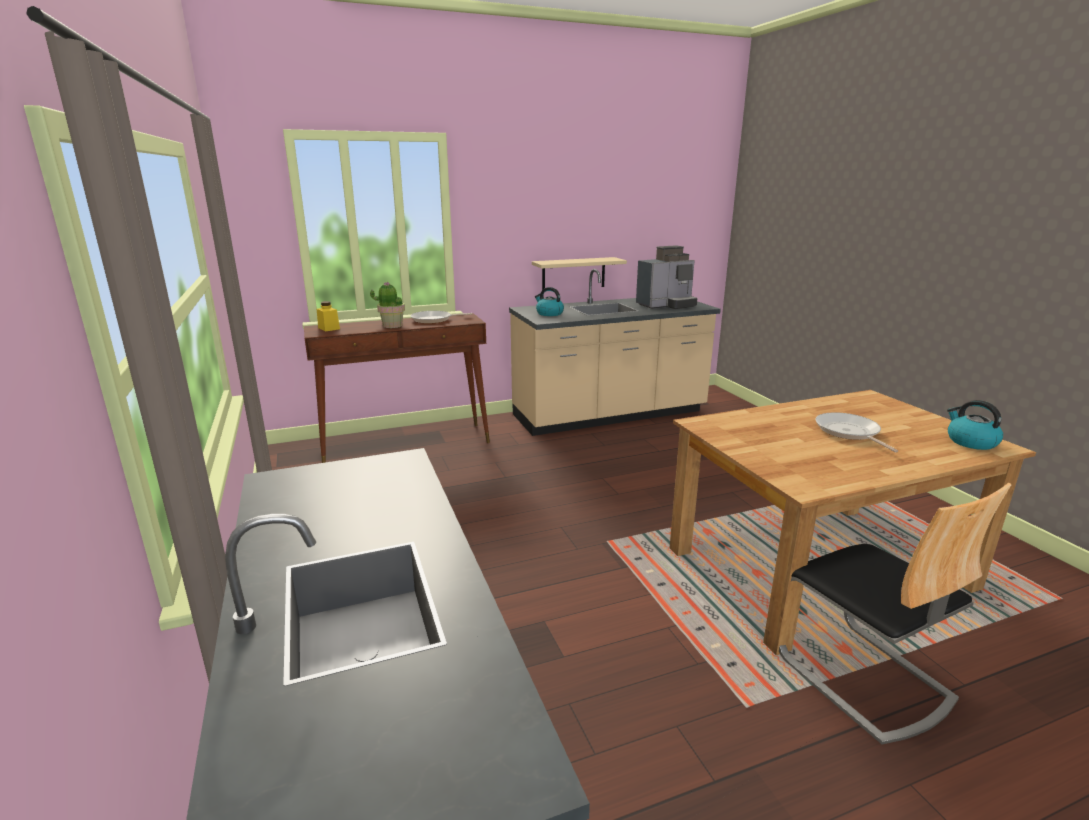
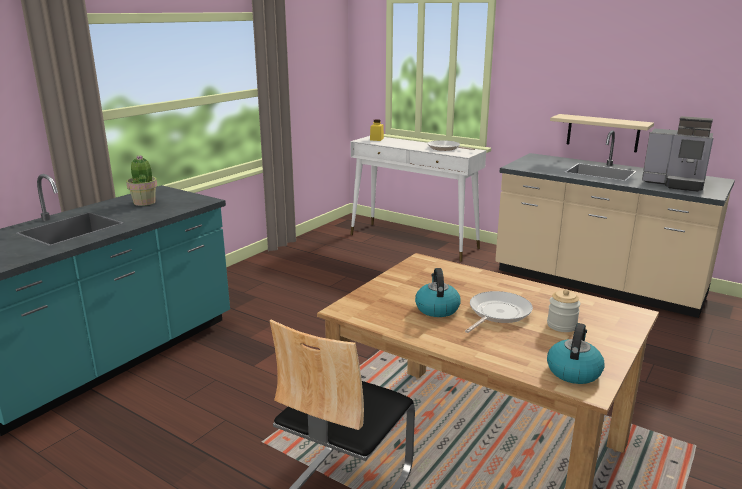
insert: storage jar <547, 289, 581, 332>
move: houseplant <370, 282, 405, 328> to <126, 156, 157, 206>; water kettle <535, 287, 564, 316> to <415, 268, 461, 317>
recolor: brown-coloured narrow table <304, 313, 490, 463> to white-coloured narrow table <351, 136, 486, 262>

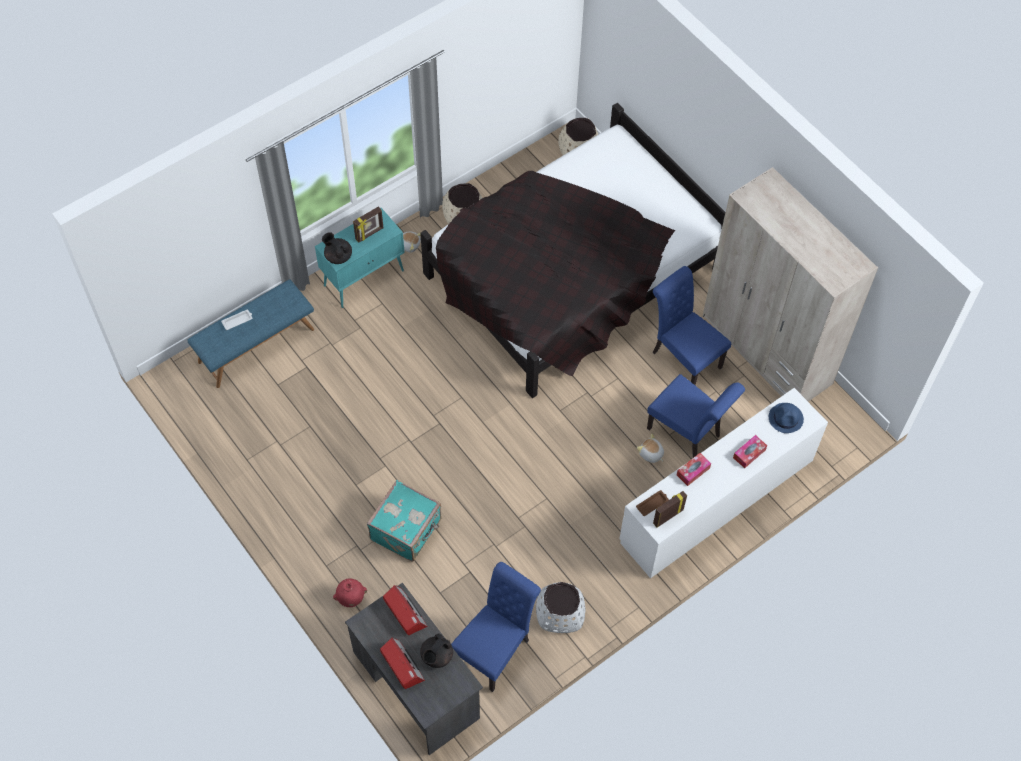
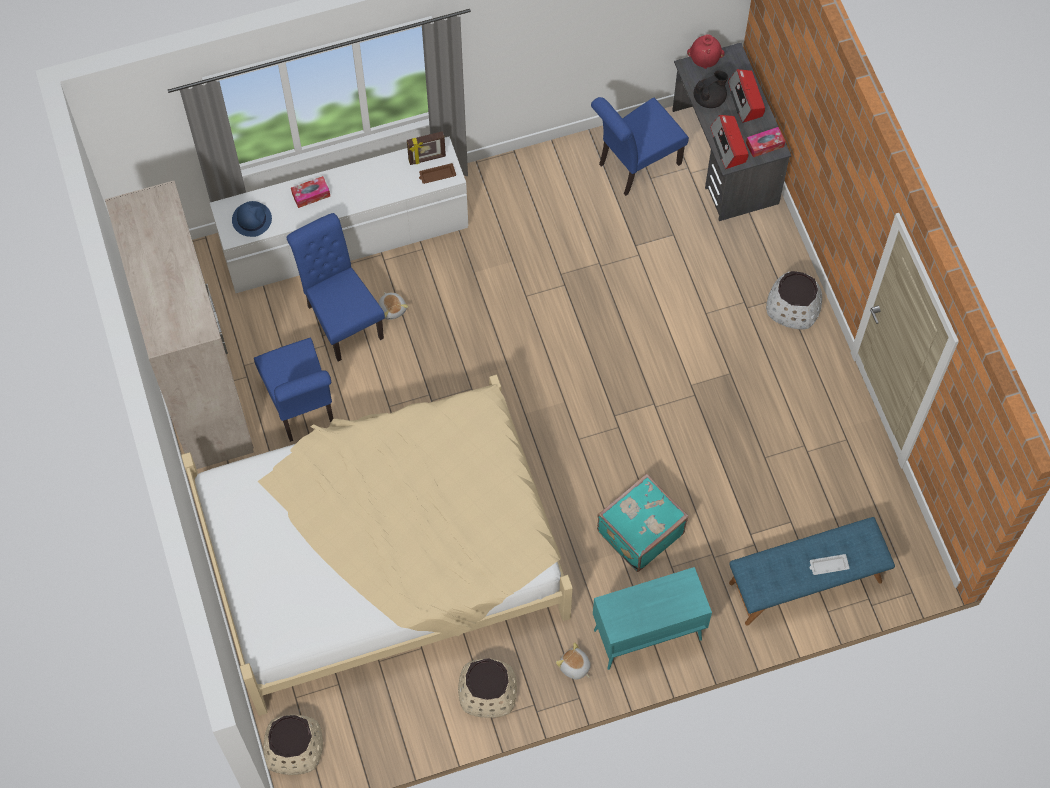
delete: blackish tea pot <322, 232, 352, 264>; photo frame <353, 206, 383, 243>
move: red vase <333, 578, 367, 607> to <687, 34, 725, 69>; blue-green travel case <367, 480, 441, 562> to <597, 474, 689, 572>; white-coloured planter <536, 582, 585, 633> to <766, 271, 822, 330>; tissue box <677, 453, 711, 486> to <746, 127, 785, 157>
recolor: blackish sleeping bed <420, 103, 725, 398> to beige sleeping bed <181, 375, 573, 716>

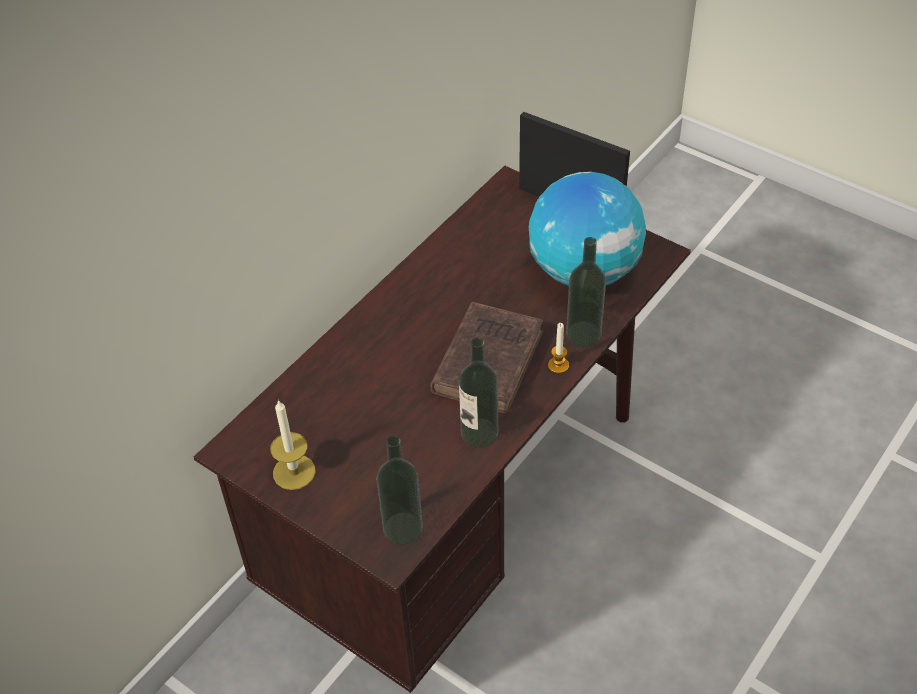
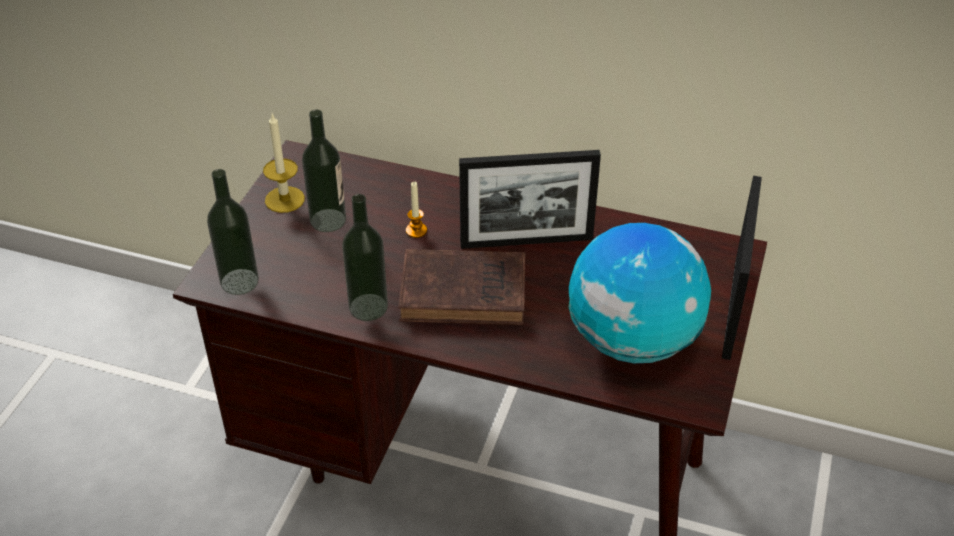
insert: photo frame <459, 150, 601, 249>
move: candle <548, 323, 569, 374> to <406, 181, 427, 238>; bottle <566, 237, 606, 347> to <302, 109, 346, 232>

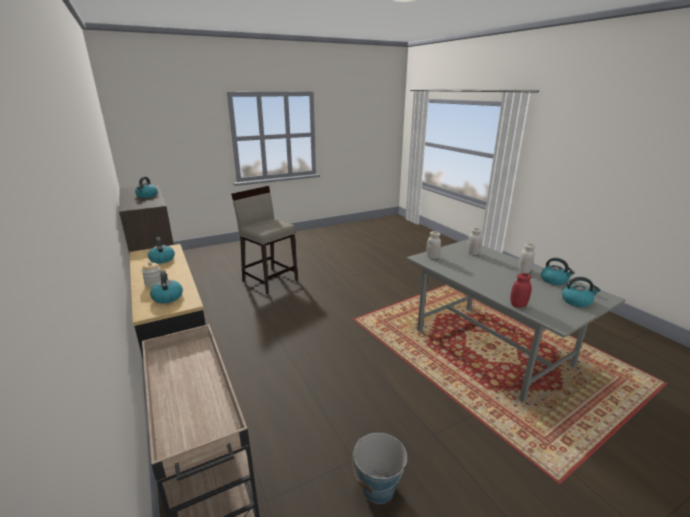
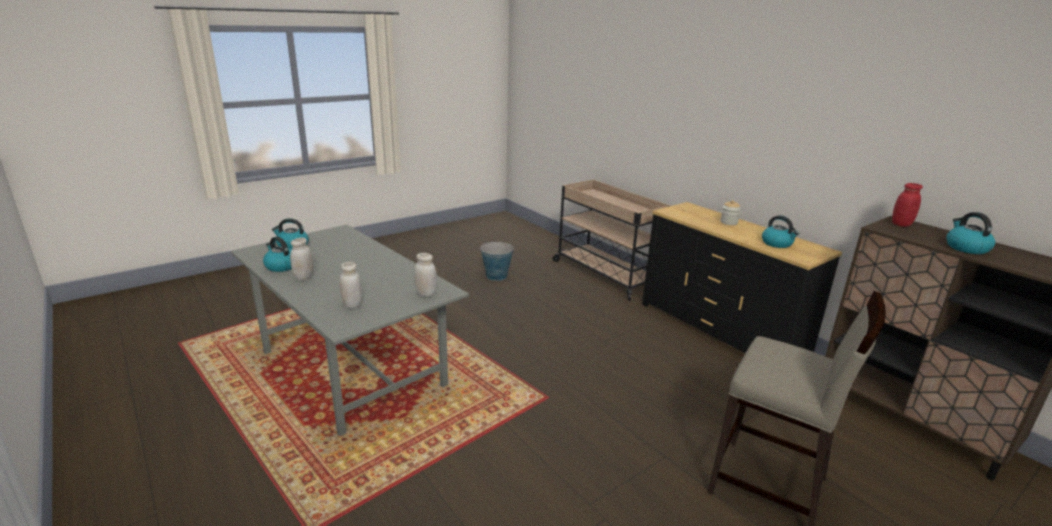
delete: water kettle <150, 271, 183, 303>
move: red storage jar <510, 273, 532, 308> to <892, 183, 923, 227>

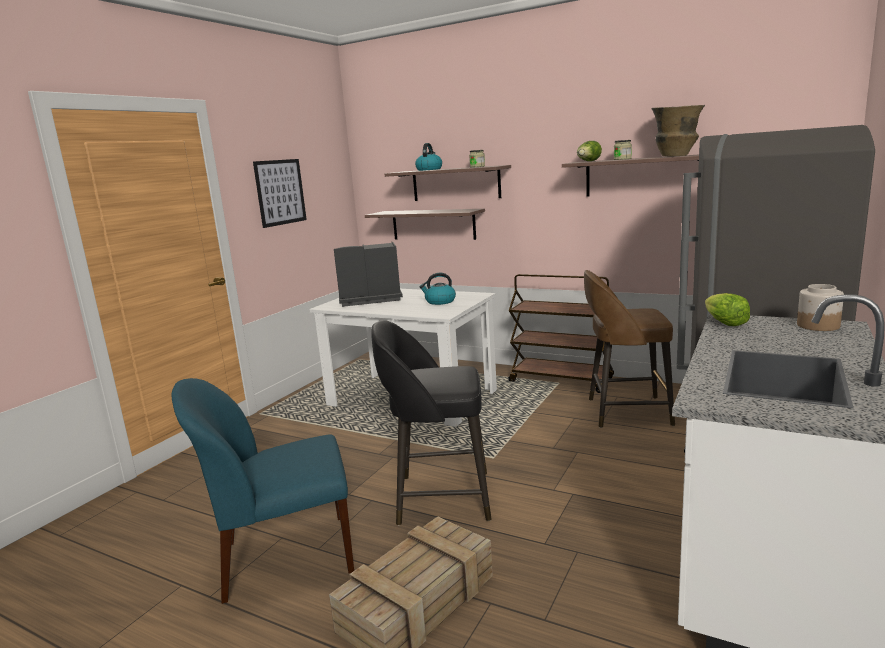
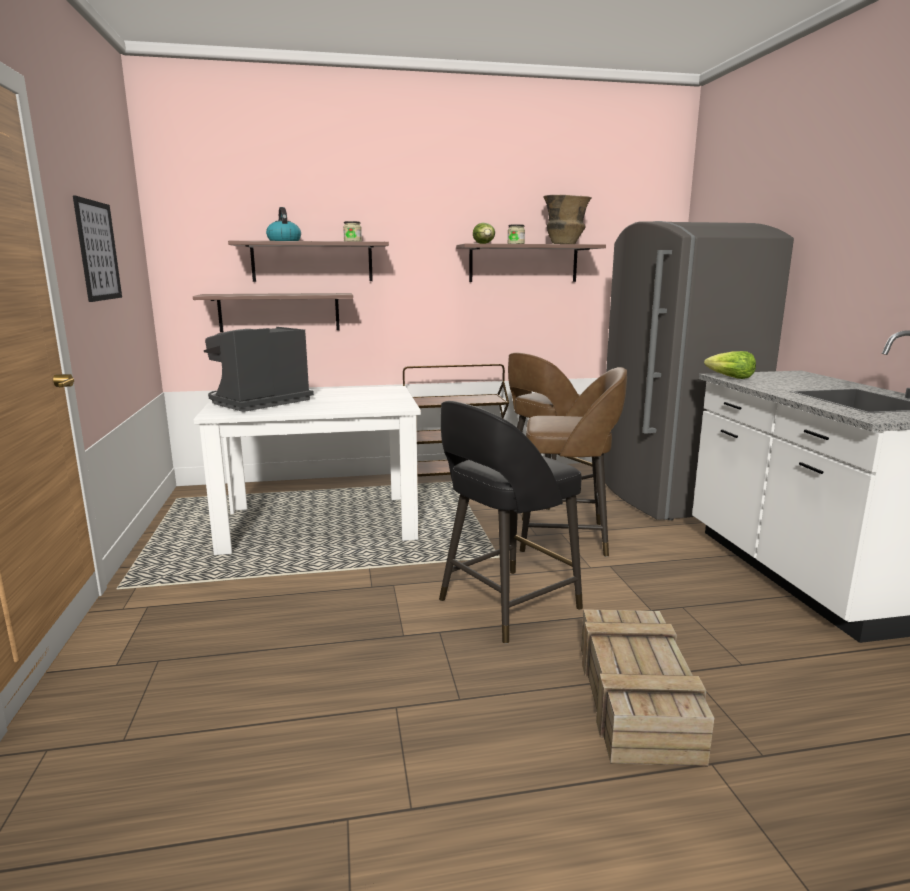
delete: blue upright chair <171, 378, 354, 604>; water kettle <419, 273, 456, 305>; storage jar <797, 284, 844, 331>
insert: brown-coloured stool seat <520, 367, 627, 557>

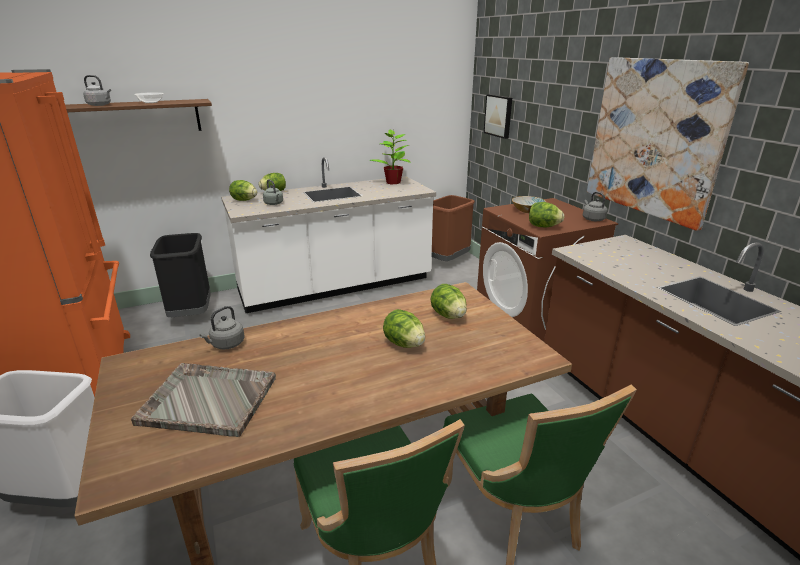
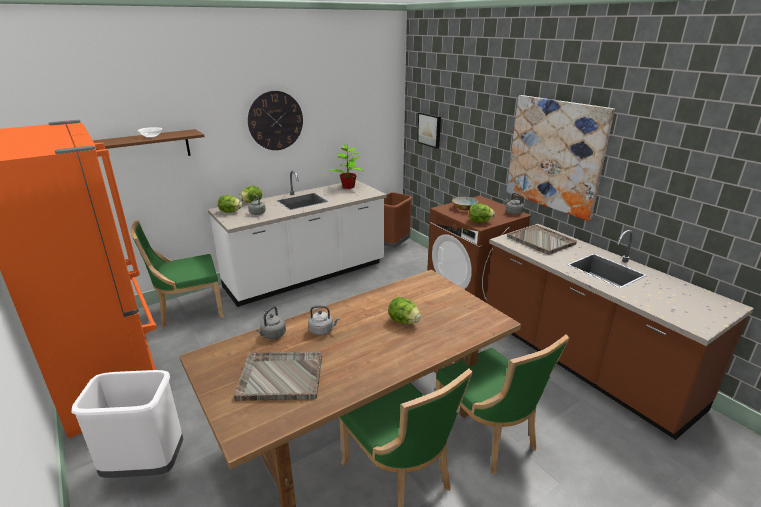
delete: lettuce head <430, 284, 467, 319>
insert: wall clock <248, 91, 303, 150>; gray serving tray <507, 225, 577, 255>
move: gray water kettle <83, 75, 111, 106> to <308, 305, 340, 335>
replace: blackish trash can <150, 233, 211, 317> to green-coloured upright chair <131, 220, 224, 328>

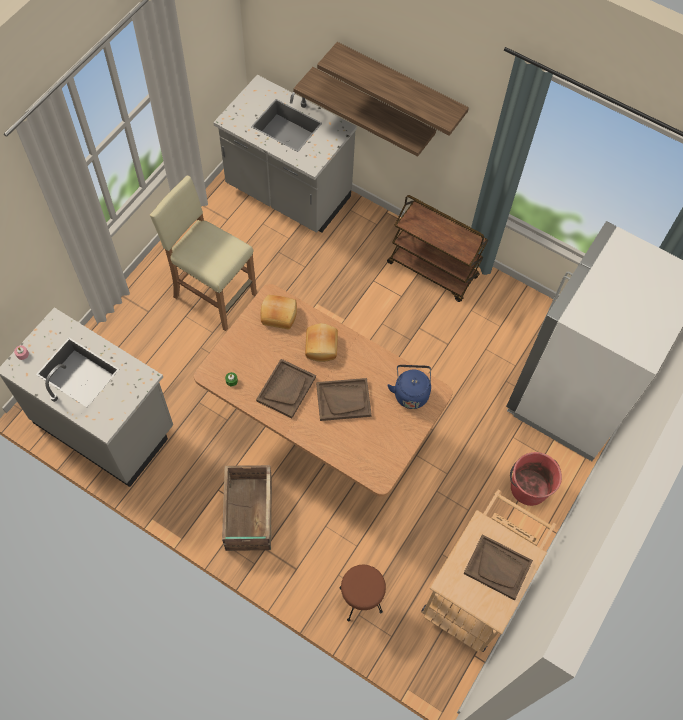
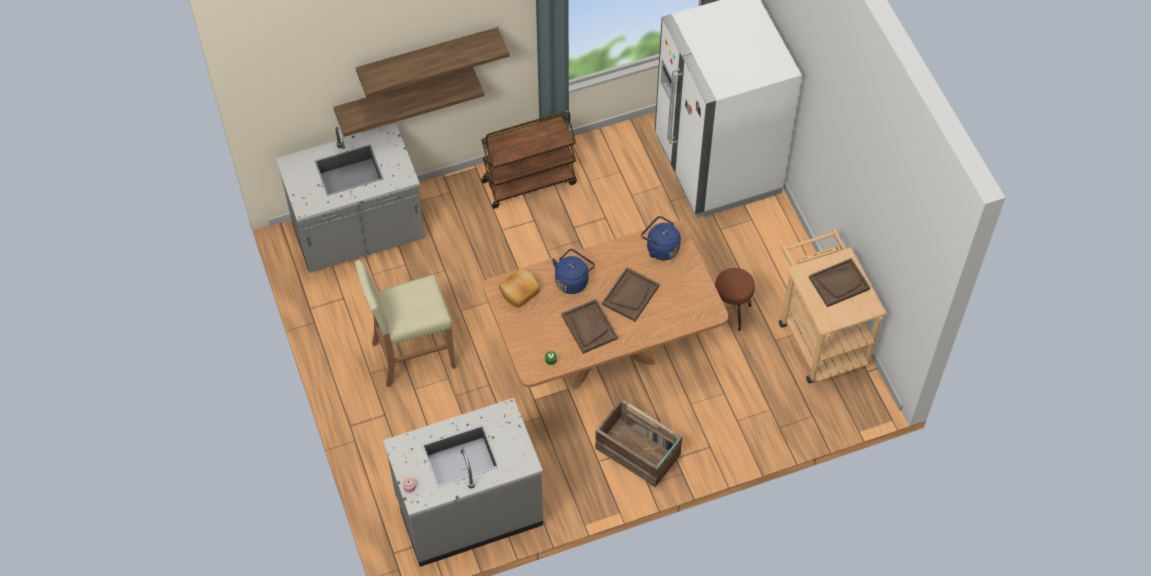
delete: red bucket <510, 452, 562, 506>
move: brown-coloured stool seat <340, 565, 386, 621> to <715, 268, 755, 331>
replace: bakery bread <305, 323, 338, 362> to blue water kettle <552, 249, 595, 294>

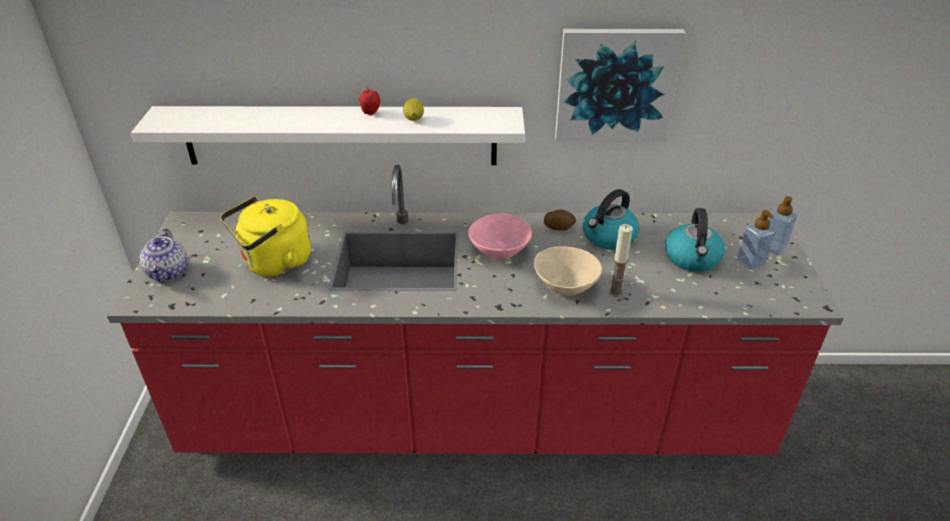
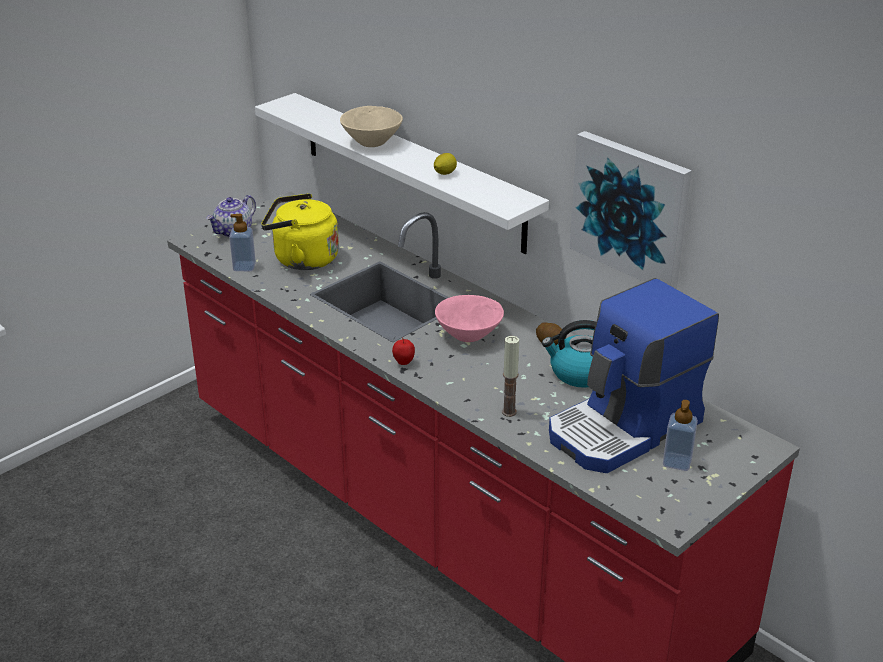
move: whole apple <359, 87, 380, 115> to <392, 337, 415, 365>; beige deep dish <534, 246, 602, 296> to <340, 106, 403, 147>; soap bottle <768, 196, 797, 255> to <229, 214, 256, 271>
replace: water kettle <665, 208, 725, 272> to coffee maker <549, 278, 719, 473>

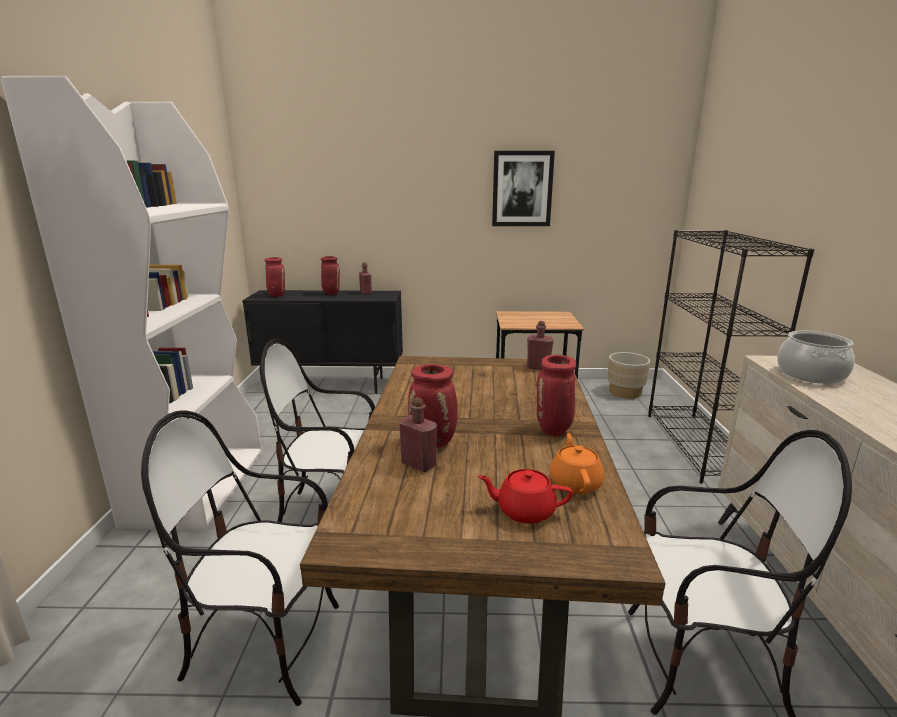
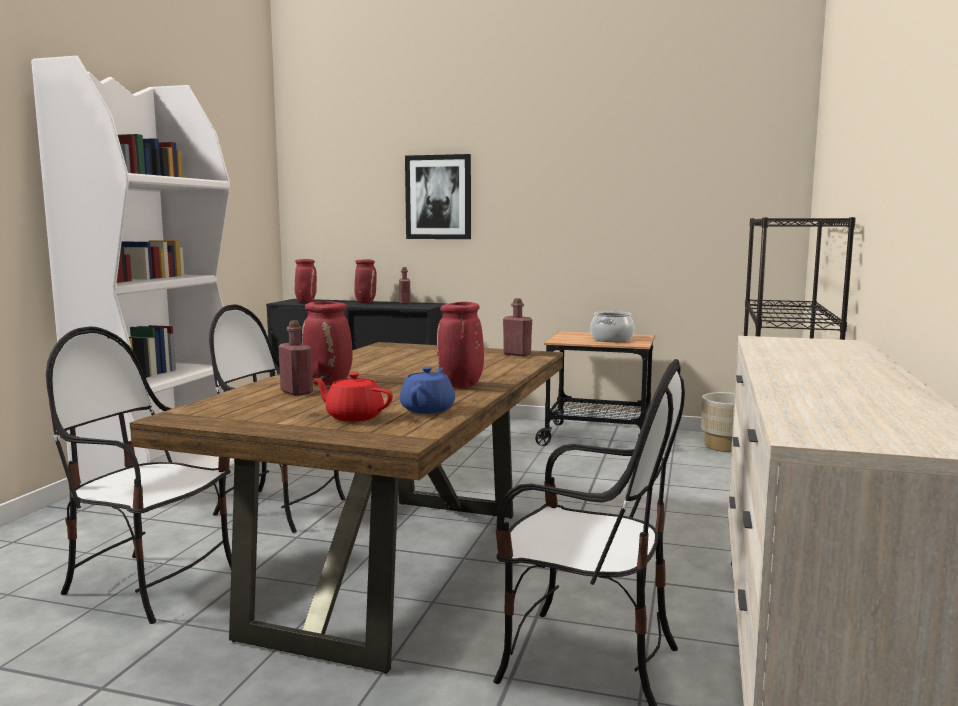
move: wall picture <492, 151, 555, 226> to <405, 154, 471, 239>; saucepot <777, 331, 855, 384> to <590, 311, 634, 342>
recolor: orange-coloured tea pot <549, 433, 604, 494> to blue tea pot <400, 367, 455, 414>

